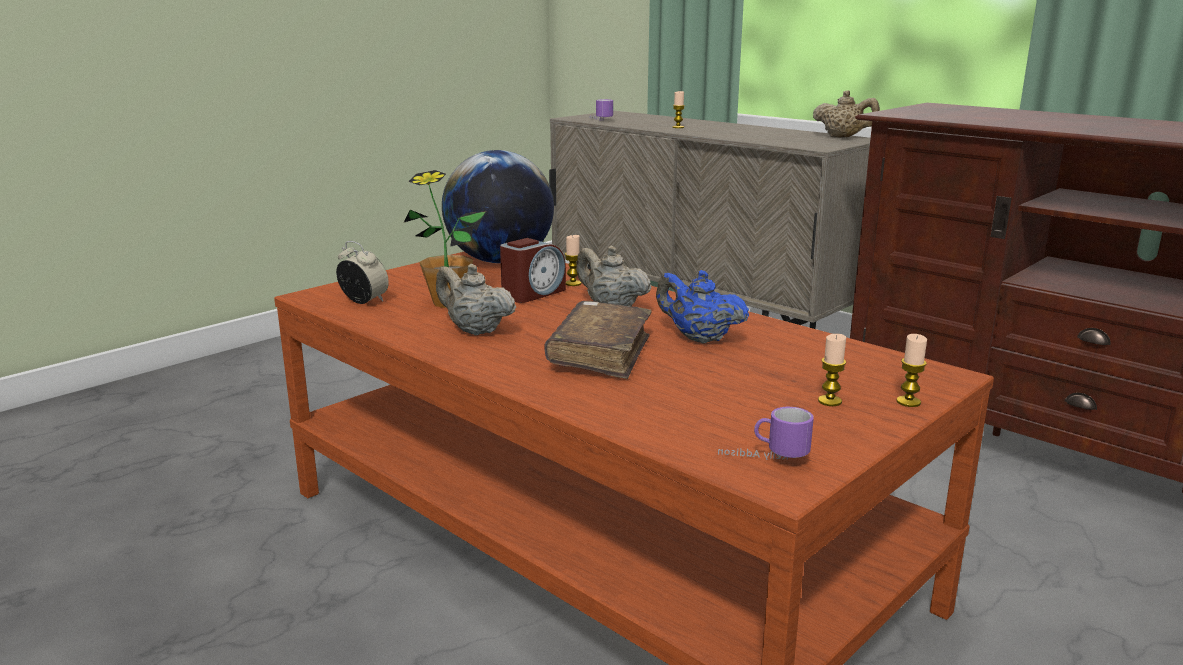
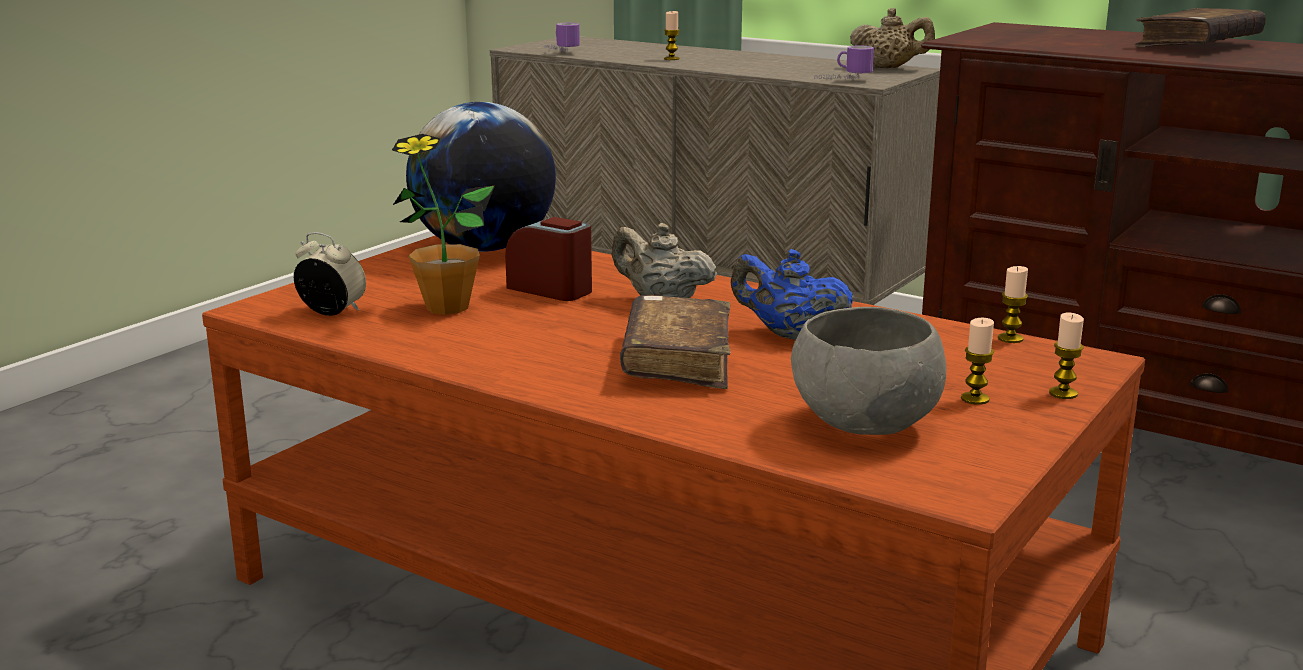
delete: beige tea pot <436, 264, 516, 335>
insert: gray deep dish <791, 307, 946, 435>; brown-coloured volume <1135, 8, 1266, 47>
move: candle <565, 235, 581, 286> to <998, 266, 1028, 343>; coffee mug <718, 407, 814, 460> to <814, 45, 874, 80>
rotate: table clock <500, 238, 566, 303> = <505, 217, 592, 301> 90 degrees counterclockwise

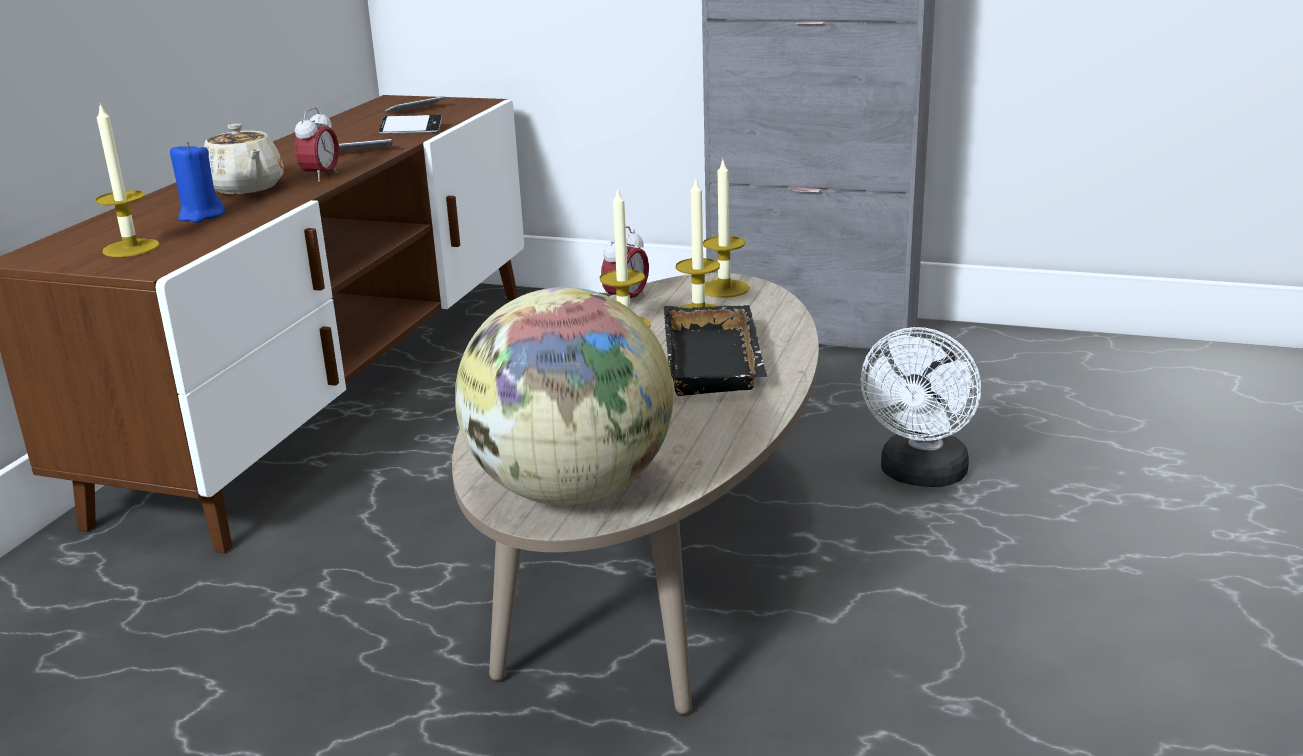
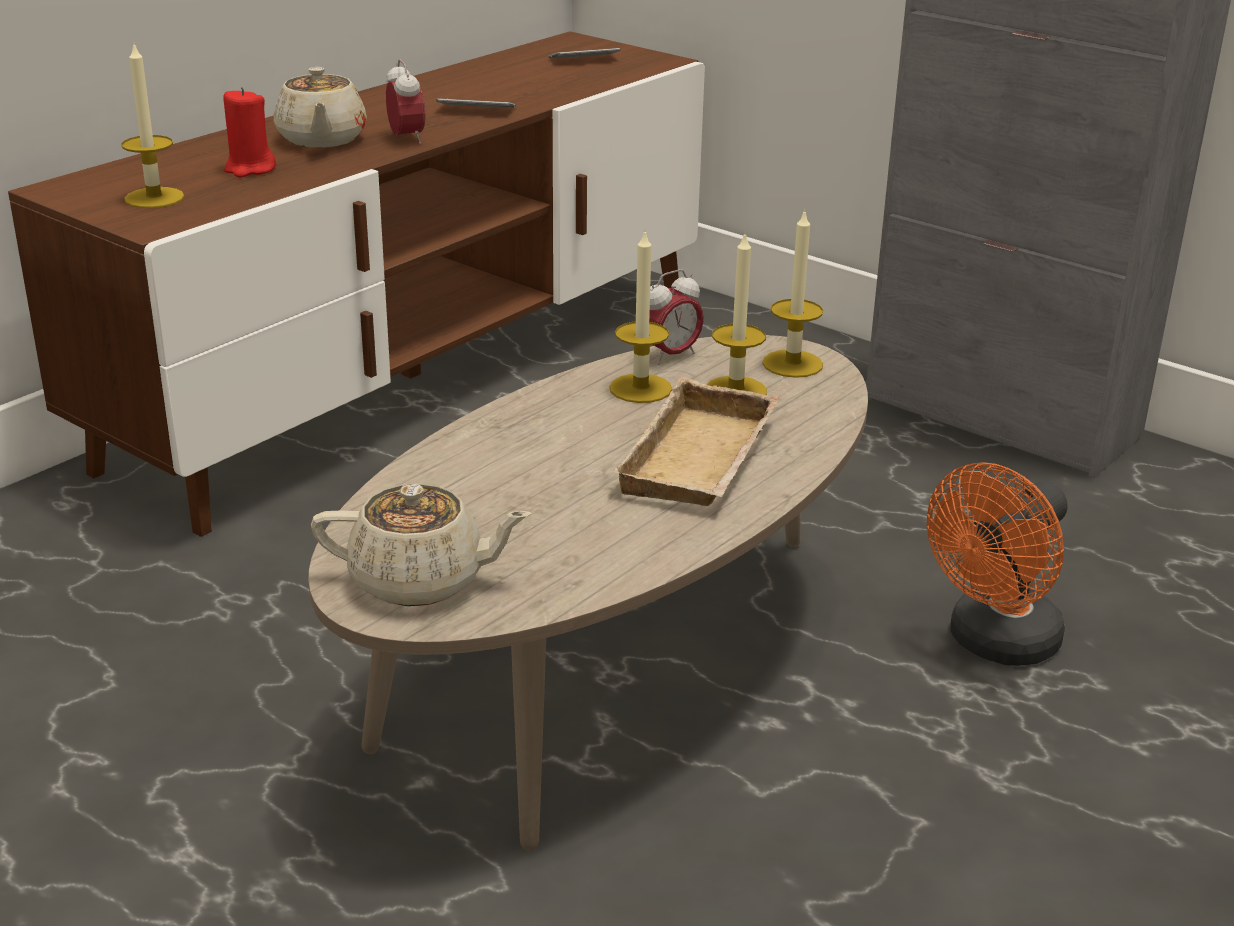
delete: phone <379, 115, 443, 134>
replace: desk globe <455, 287, 673, 505> to beige tea pot <311, 484, 532, 606>
recolor: blue candle <170, 142, 225, 223> to red candle <223, 87, 276, 178>; blackish serving tray <664, 305, 768, 396> to beige serving tray <612, 377, 779, 506>; white-coloured electric fan <861, 327, 981, 487> to orange-coloured electric fan <927, 462, 1068, 666>
rotate: table clock <295, 107, 339, 182> = <386, 59, 425, 144> 60 degrees counterclockwise

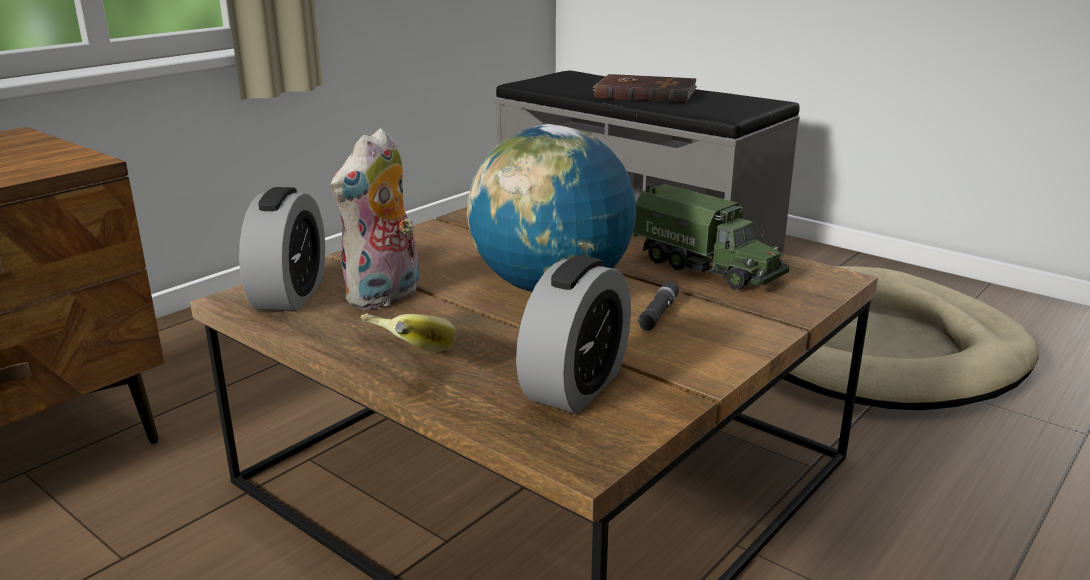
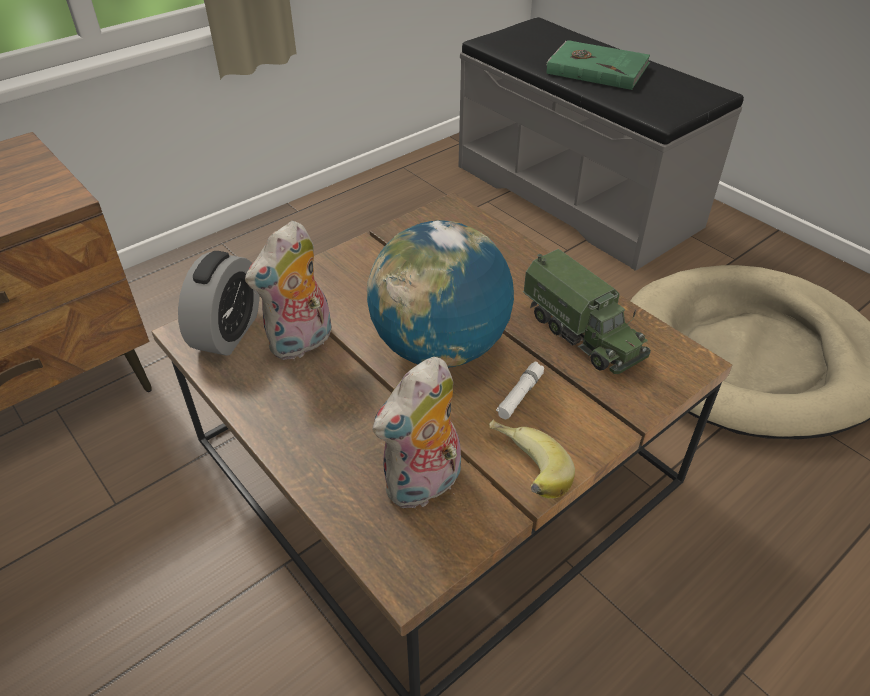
move: whole banana <361, 313, 455, 352> to <489, 420, 575, 499>
replace: table clock <516, 255, 631, 414> to plush toy <373, 357, 461, 510>
recolor: brown-coloured volume <592, 74, 697, 103> to green-coloured volume <546, 40, 650, 90>; blackish torch <637, 281, 679, 331> to white-coloured torch <496, 362, 544, 419>

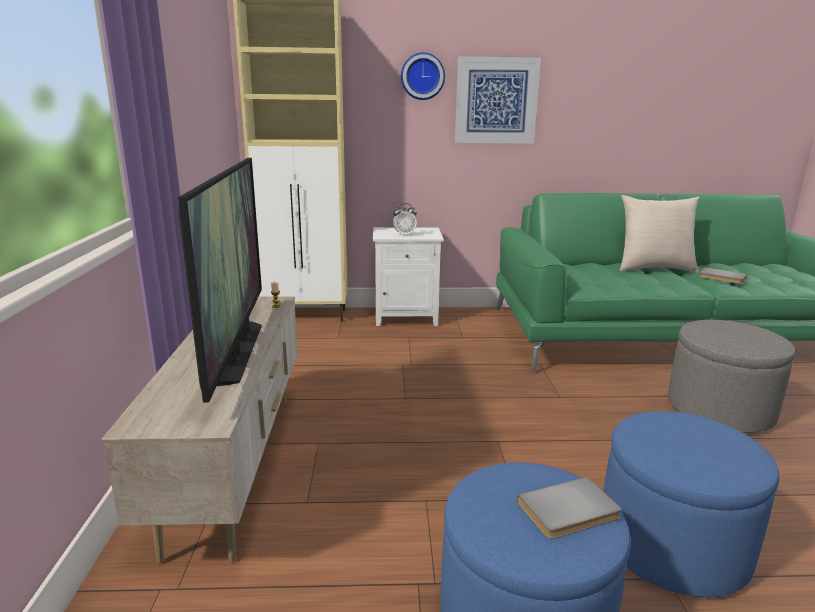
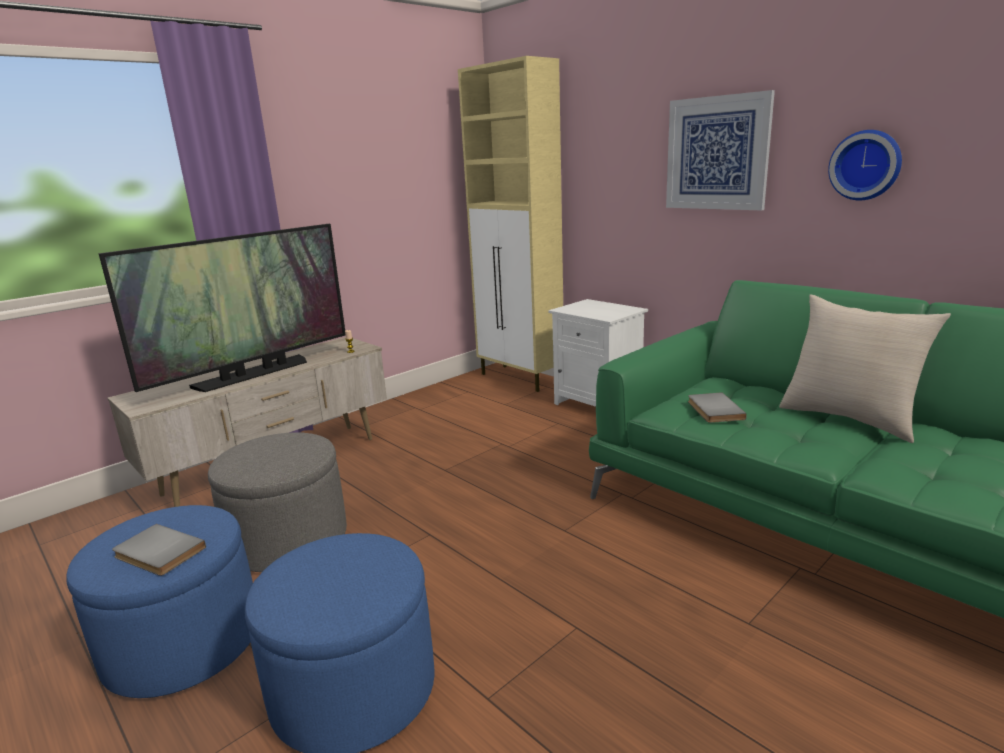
delete: table clock <393, 203, 417, 236>
move: wall clock <401, 52, 445, 100> to <828, 130, 902, 200>; gray ottoman <668, 320, 795, 433> to <208, 432, 347, 572>; gray volume <699, 267, 747, 284> to <688, 392, 747, 423>

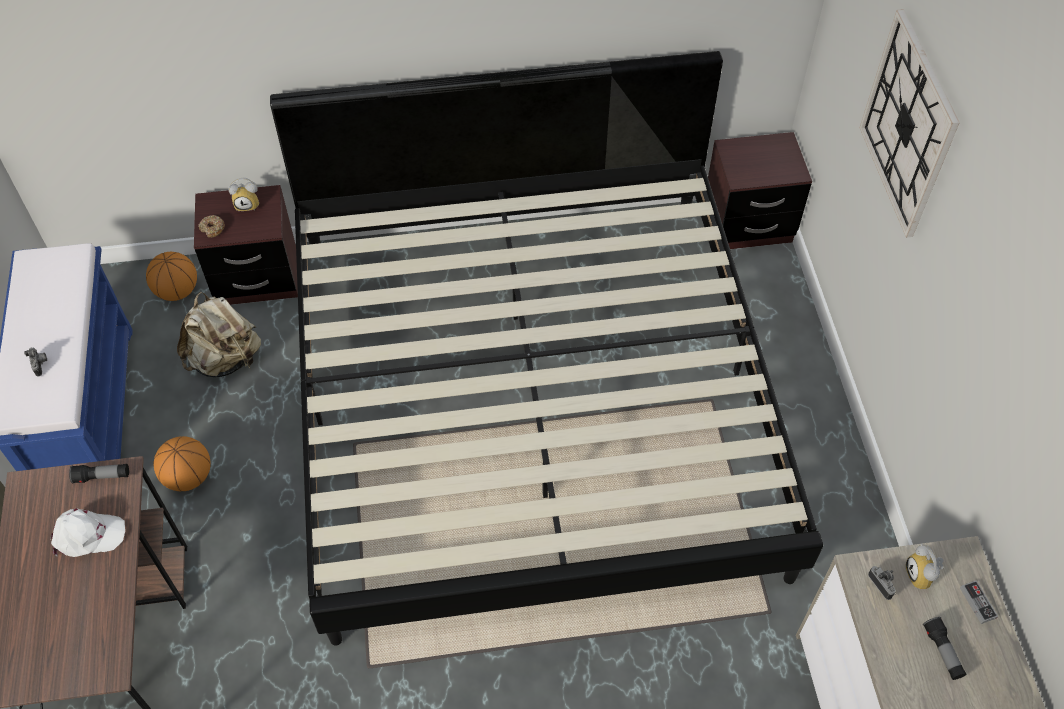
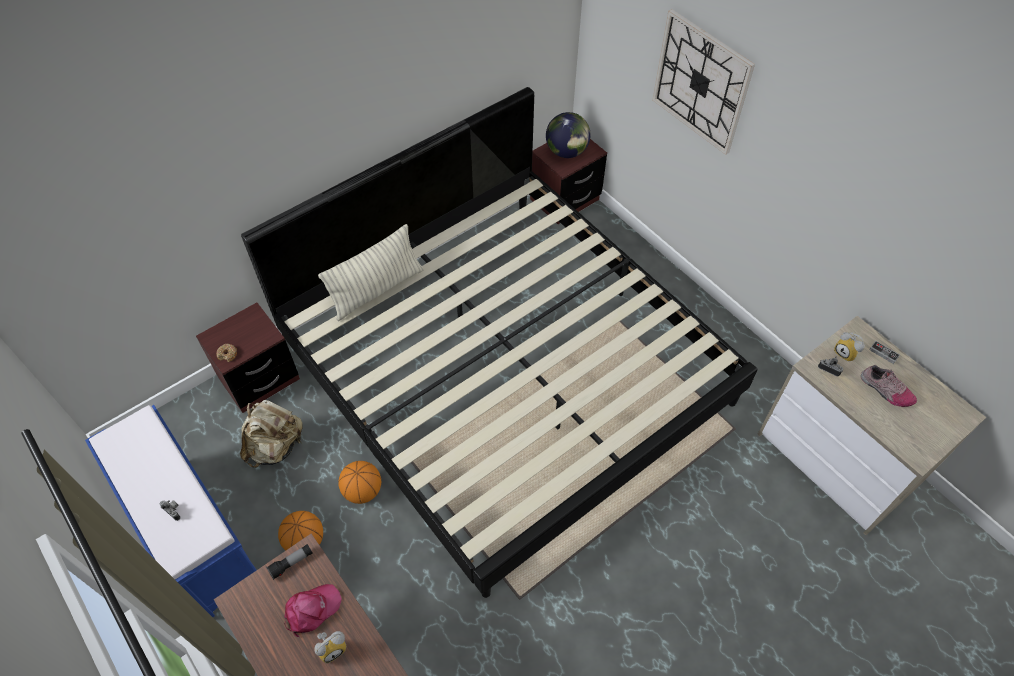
insert: cushion <318, 224, 424, 321>; desk globe <546, 112, 591, 158>
move: basketball <146, 252, 197, 301> to <338, 461, 381, 504>; table clock <228, 178, 259, 211> to <314, 631, 347, 664>
replace: torch <923, 617, 966, 680> to shoe <861, 365, 917, 407>
recolor: white-coloured baseball cap <50, 508, 125, 557> to pink-coloured baseball cap <284, 584, 342, 637>

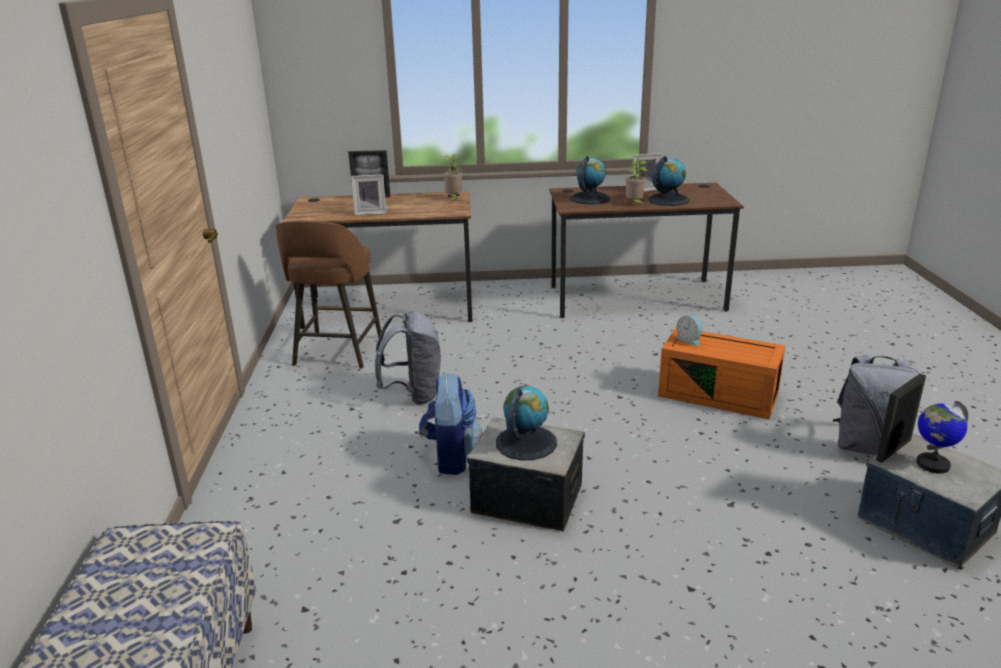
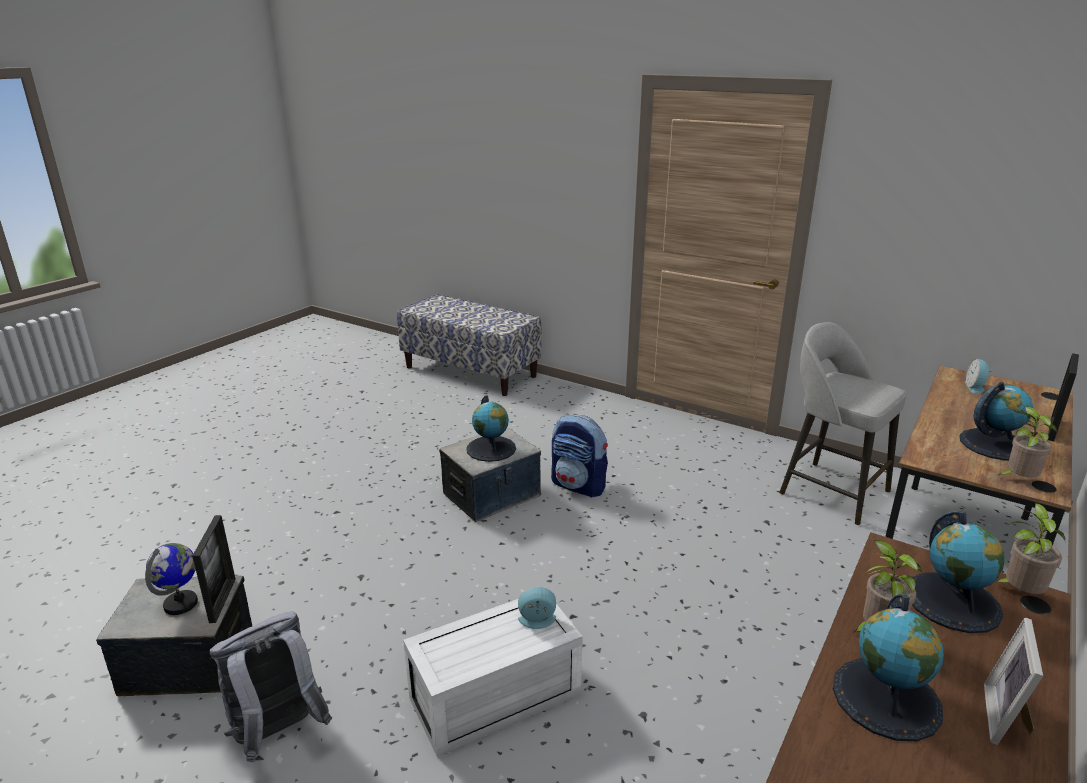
delete: photo frame <351, 174, 386, 215>; gray rucksack <375, 311, 440, 405>
insert: desk globe <960, 382, 1033, 461>; table clock <965, 359, 991, 394>; houseplant <995, 503, 1065, 594>
recolor: brown-coloured stool seat <276, 221, 381, 369> to gray stool seat <780, 322, 906, 525>; orange-coloured storage bin <658, 327, 785, 419> to white-coloured storage bin <403, 599, 583, 757>

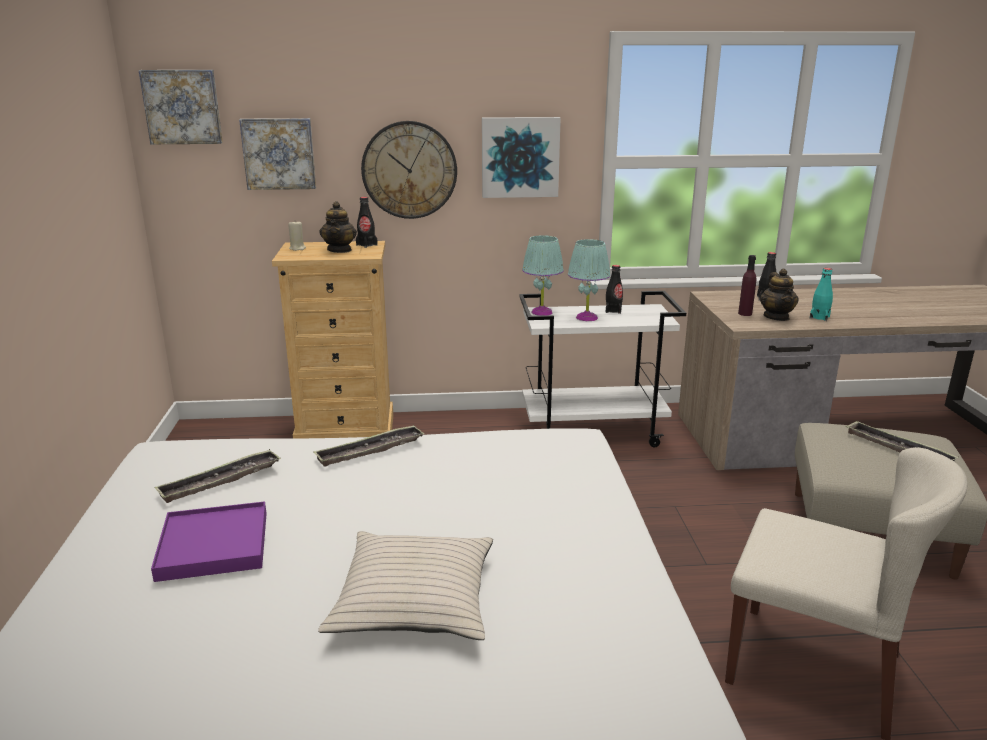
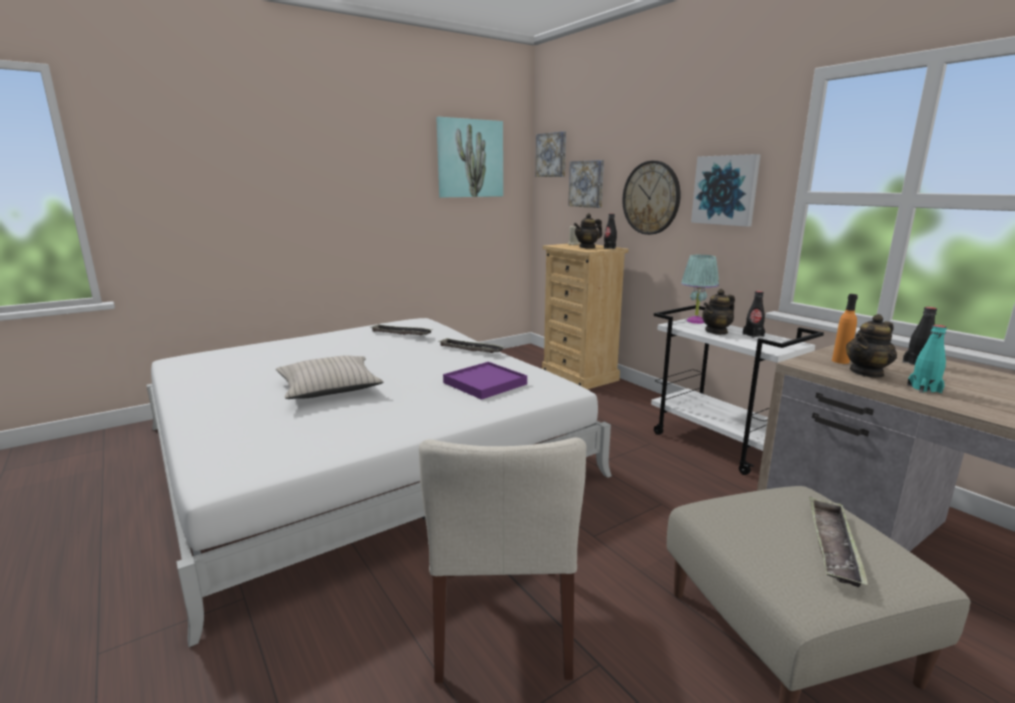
insert: wall picture <436, 117, 503, 198>
move: purplish serving tray <151, 501, 267, 582> to <443, 362, 527, 400>
replace: blue-green tabletop lamp <568, 239, 610, 321> to tea pot <702, 289, 735, 335>
recolor: purplish bottle <738, 255, 756, 316> to orange-coloured bottle <832, 294, 858, 364>

